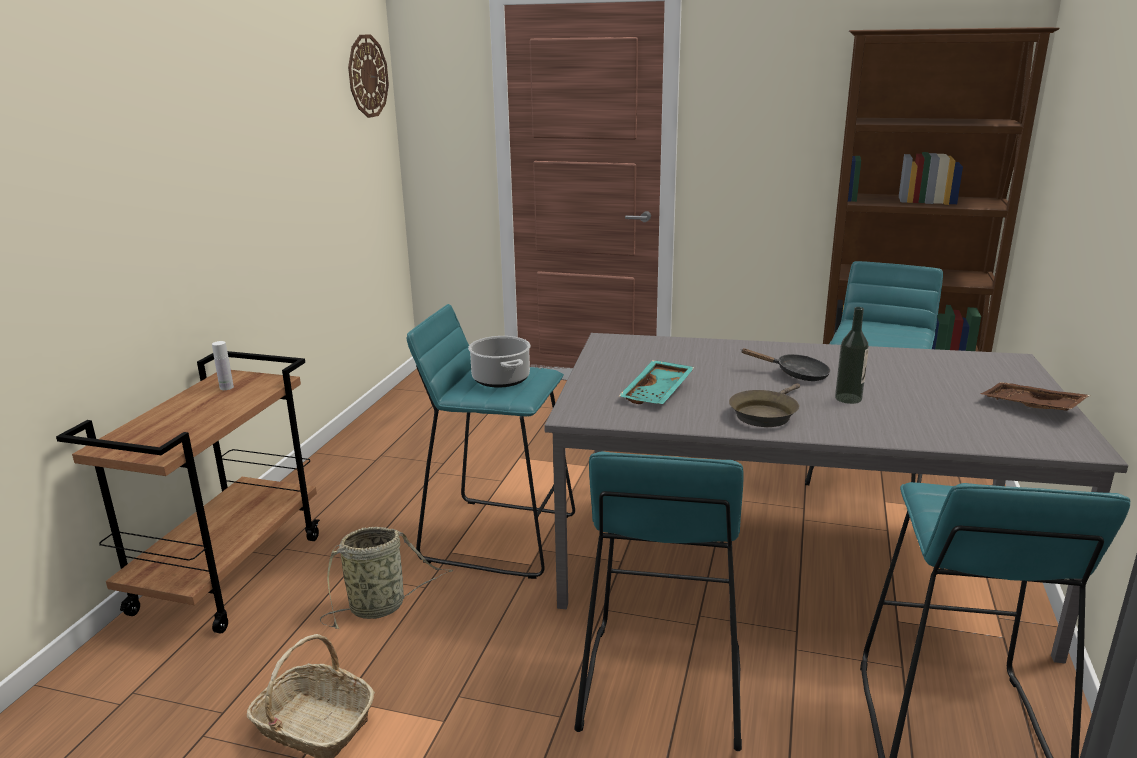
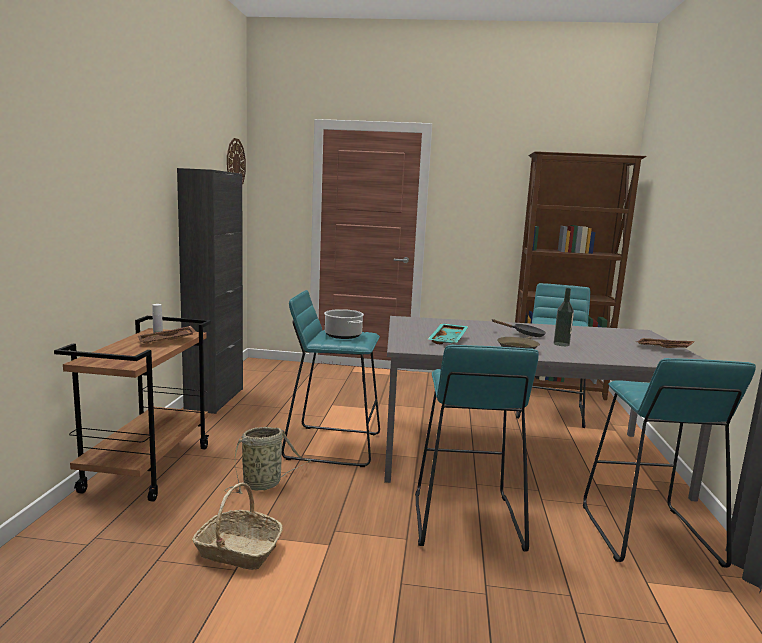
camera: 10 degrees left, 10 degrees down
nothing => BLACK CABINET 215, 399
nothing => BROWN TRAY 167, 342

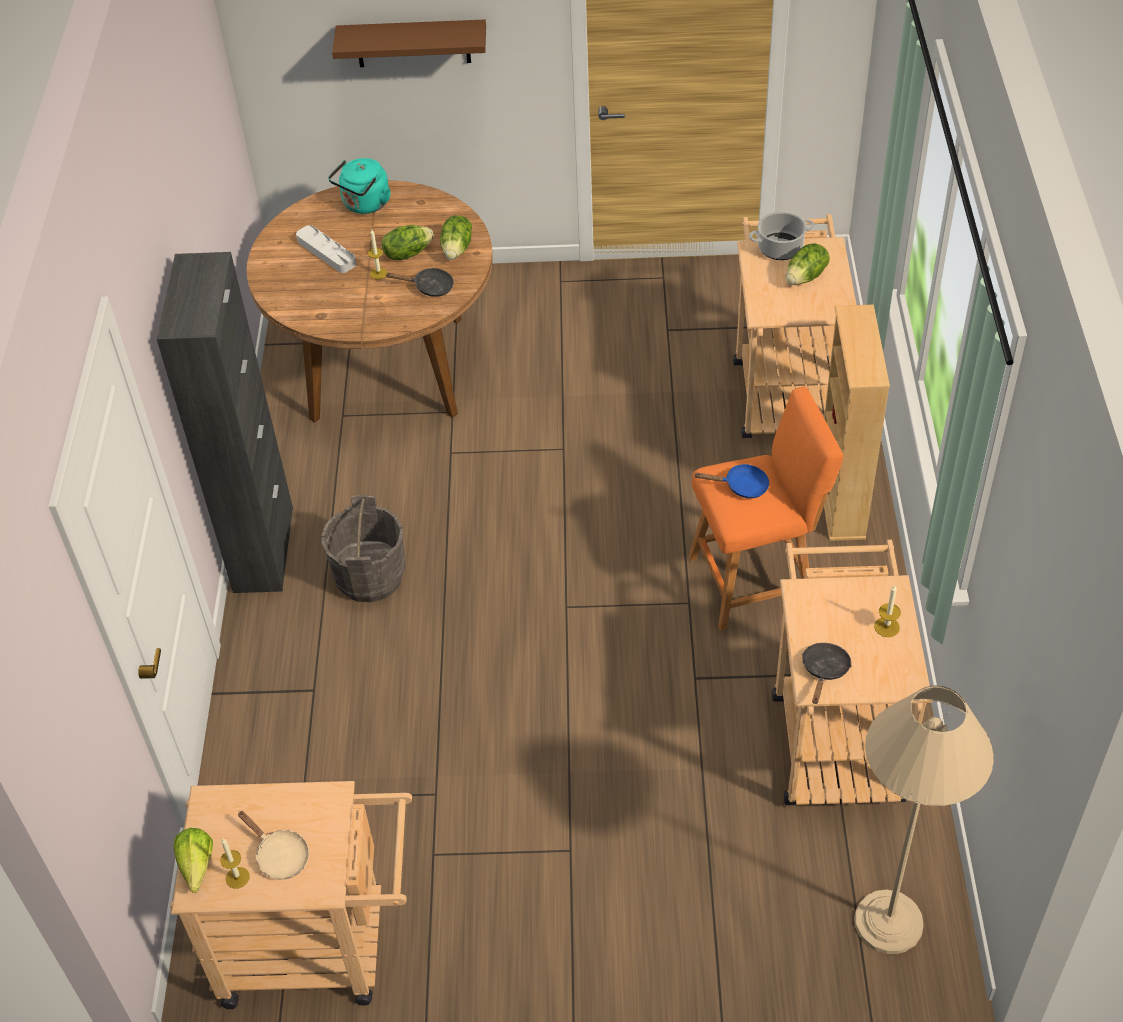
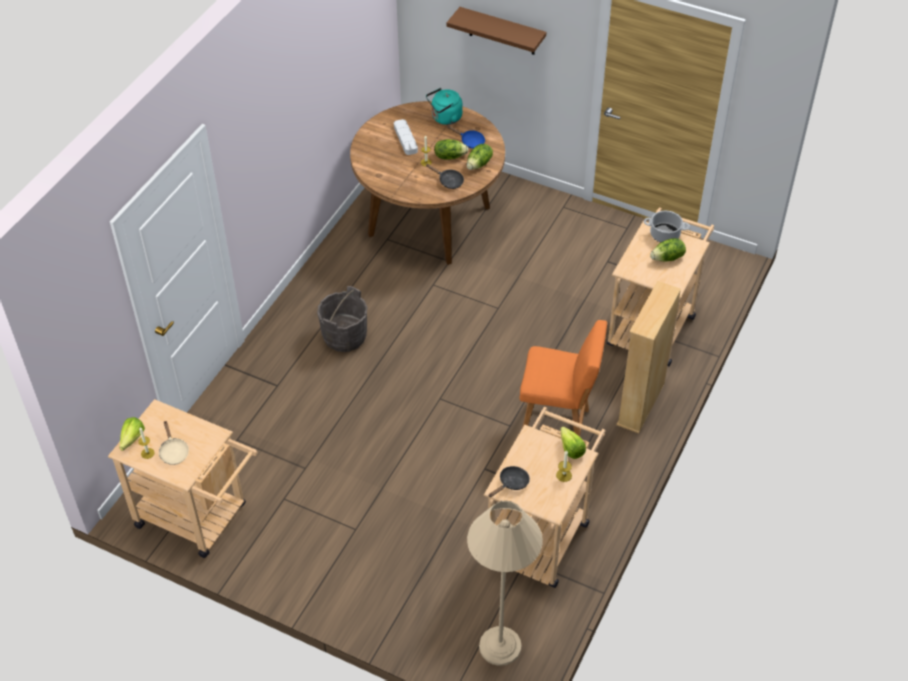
camera: 25 degrees right, 0 degrees up
BLACK CABINET 263, 549 => nothing
BLUE FRYING PAN 741, 486 => BLUE FRYING PAN 470, 141, move
nothing => LETTUCE 570, 447

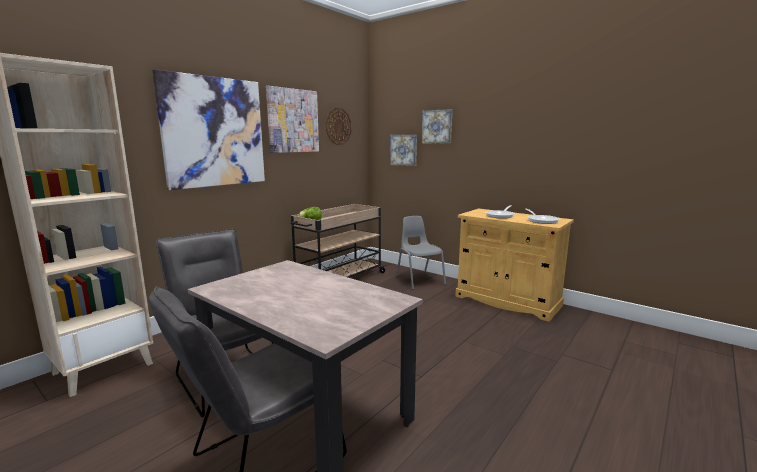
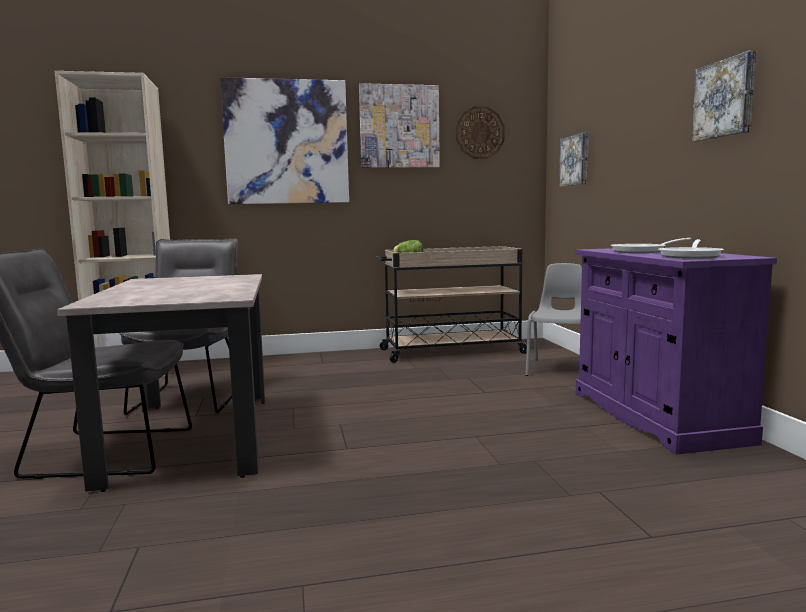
camera: 40 degrees right, 5 degrees down
PICTURE 437, 126 => PICTURE 725, 99, move
BEIGE CABINET 507, 301 => PURPLE CABINET 655, 416

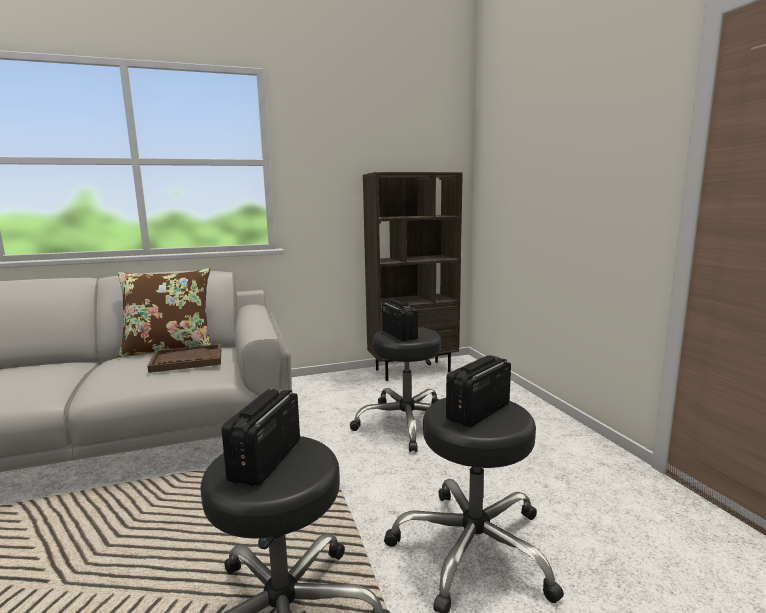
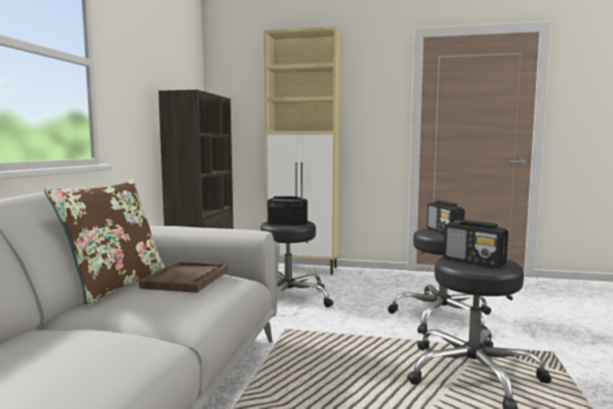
camera: 60 degrees left, 5 degrees down
nothing => BEIGE CABINET 304, 269

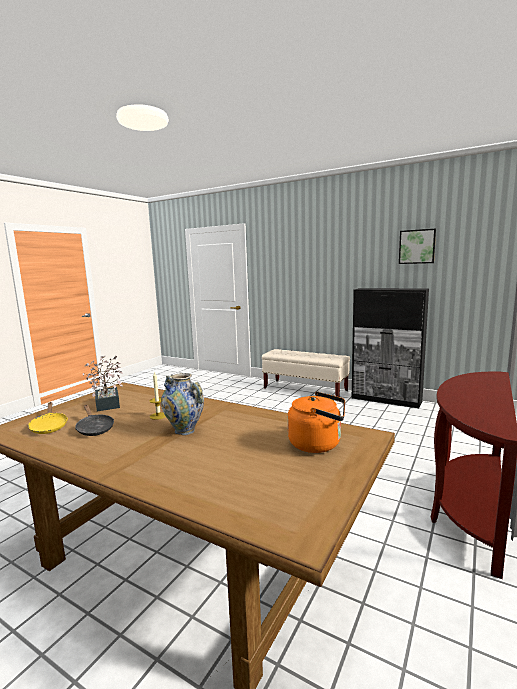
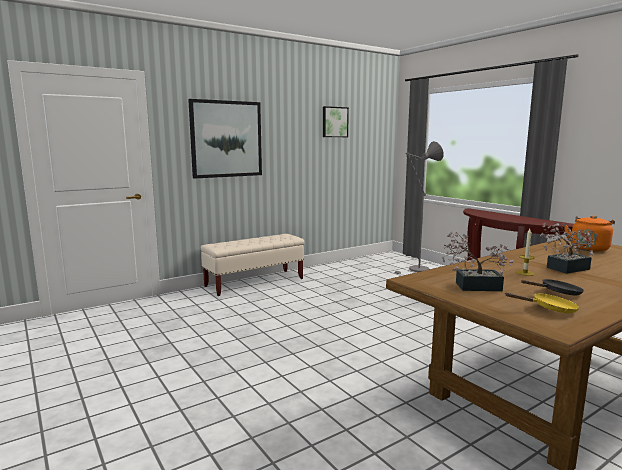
camera: 65 degrees left, 0 degrees up
BLACK CABINET 386, 400 => nothing
VASE 185, 430 => POTTED PLANT 564, 269
nothing => PICTURE 226, 139
nothing => GREY FLOOR LAMP 416, 270

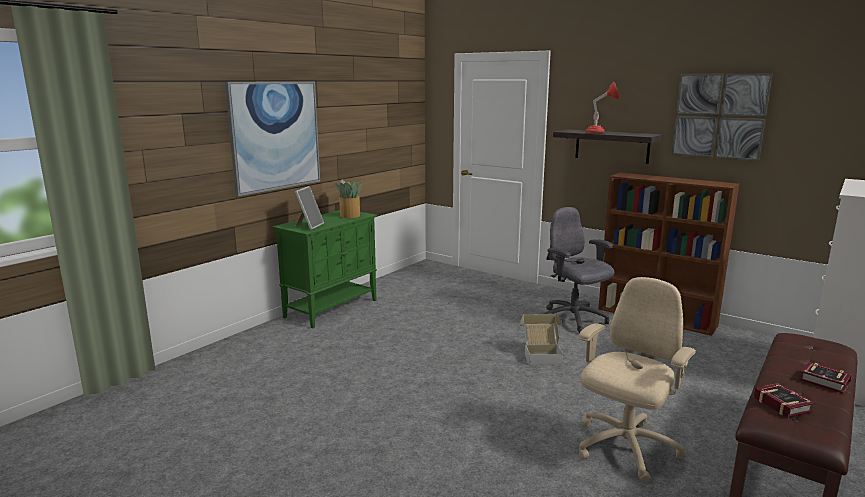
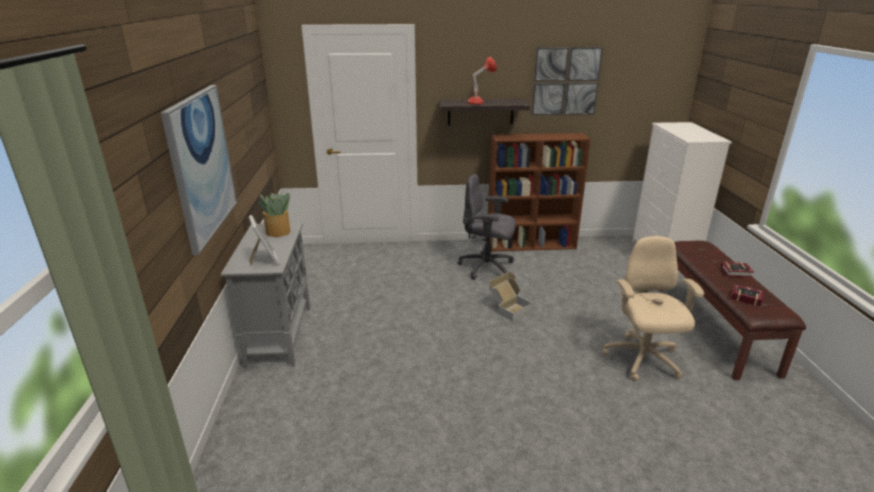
camera: 40 degrees left, 10 degrees up
GREEN CABINET 332, 308 => GREY CABINET 279, 335

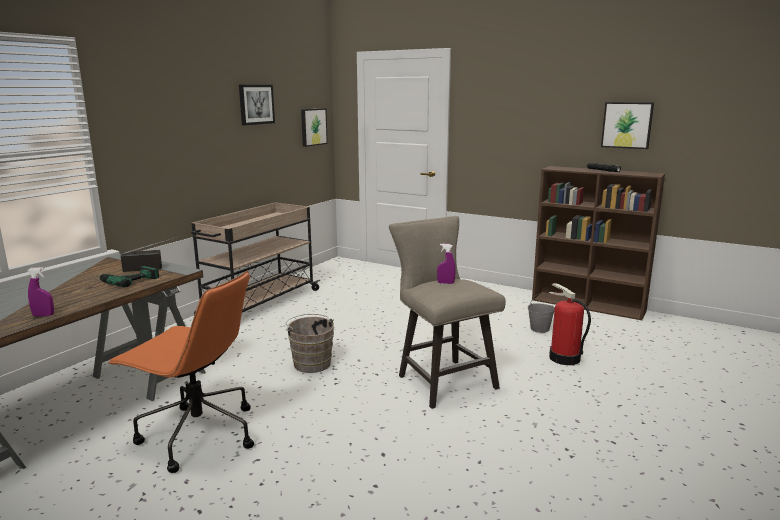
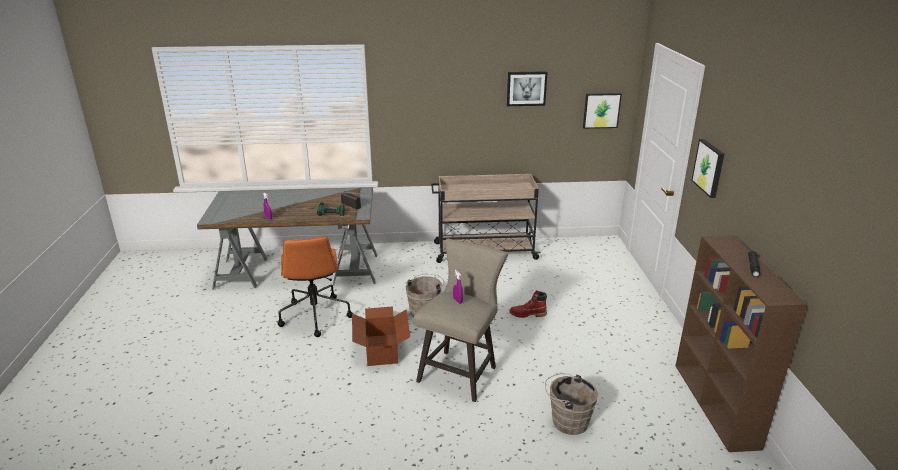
camera: 55 degrees right, 10 degrees up
PICTURE 627, 125 => PICTURE 709, 167, move
FIRE EXTINGUISHER 564, 358 => BROWN BUCKET 567, 421
GREY BUCKET 540, 329 => nothing
nothing => RED BOOT 527, 314
nothing => CARDBOARD BOX 382, 349

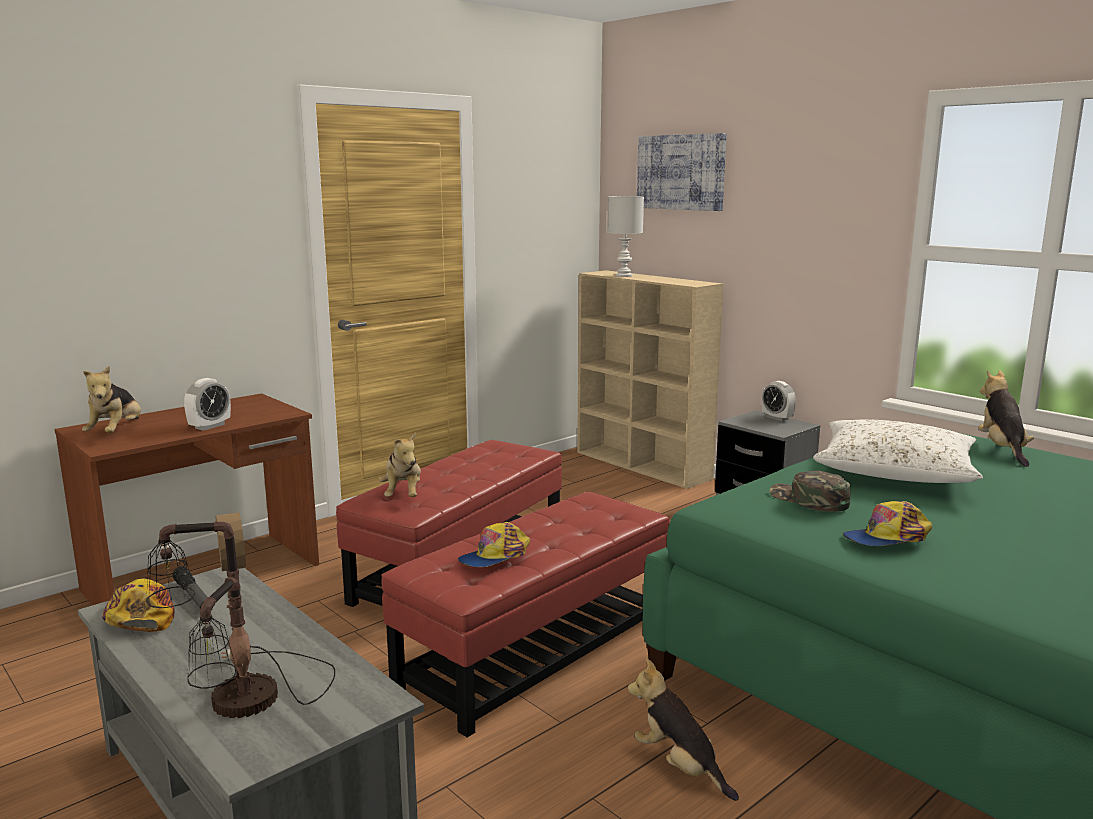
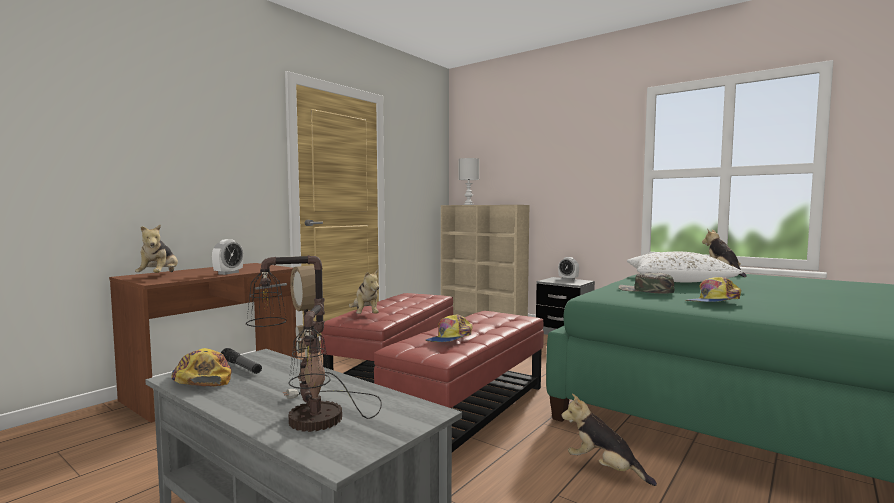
camera: 10 degrees left, 10 degrees down
PICTURE 681, 172 => nothing

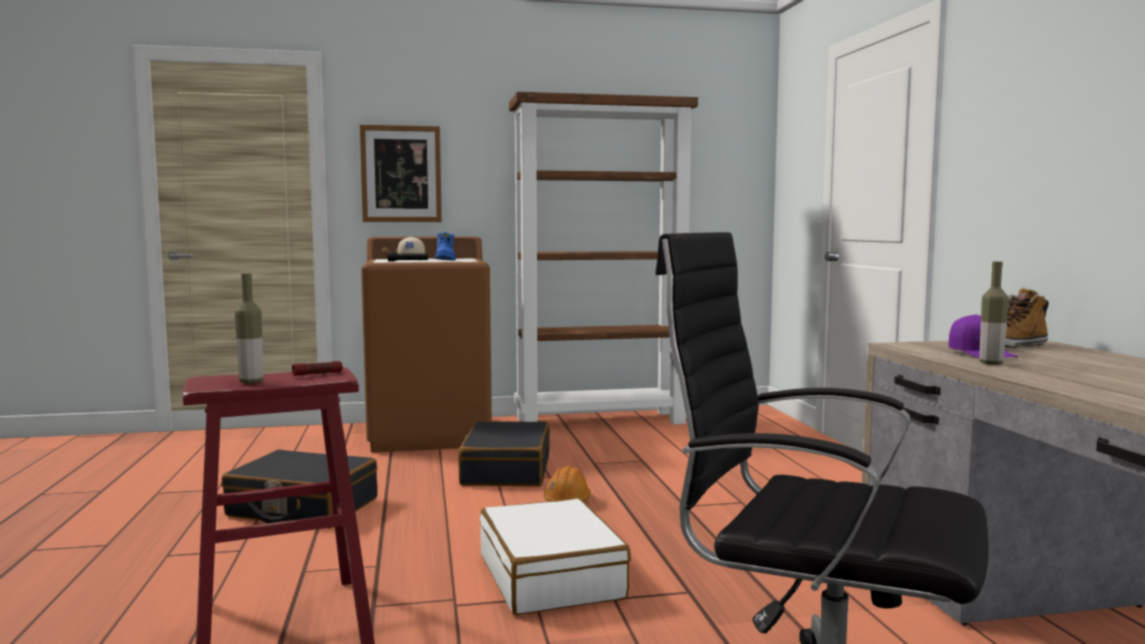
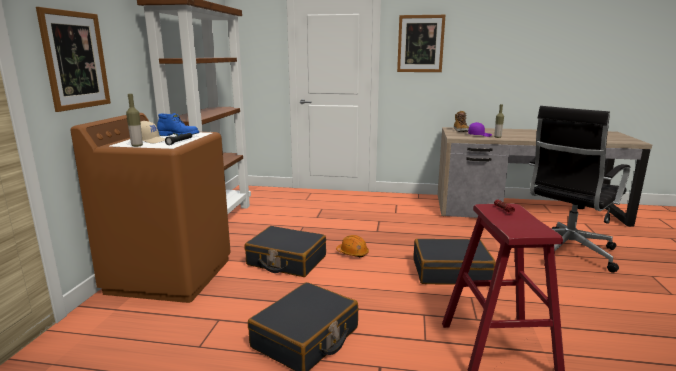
camera: 70 degrees left, 10 degrees up
BOTTLE 251, 382 => BOTTLE 137, 146, move
WHITE SUITCASE 551, 577 => BLACK SUITCASE 450, 271
nothing => PICTURE 420, 44

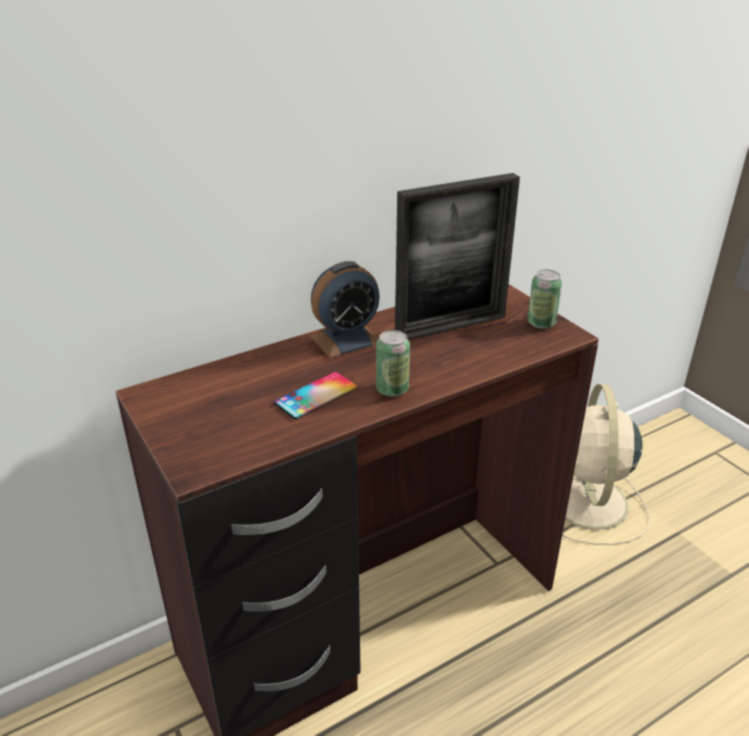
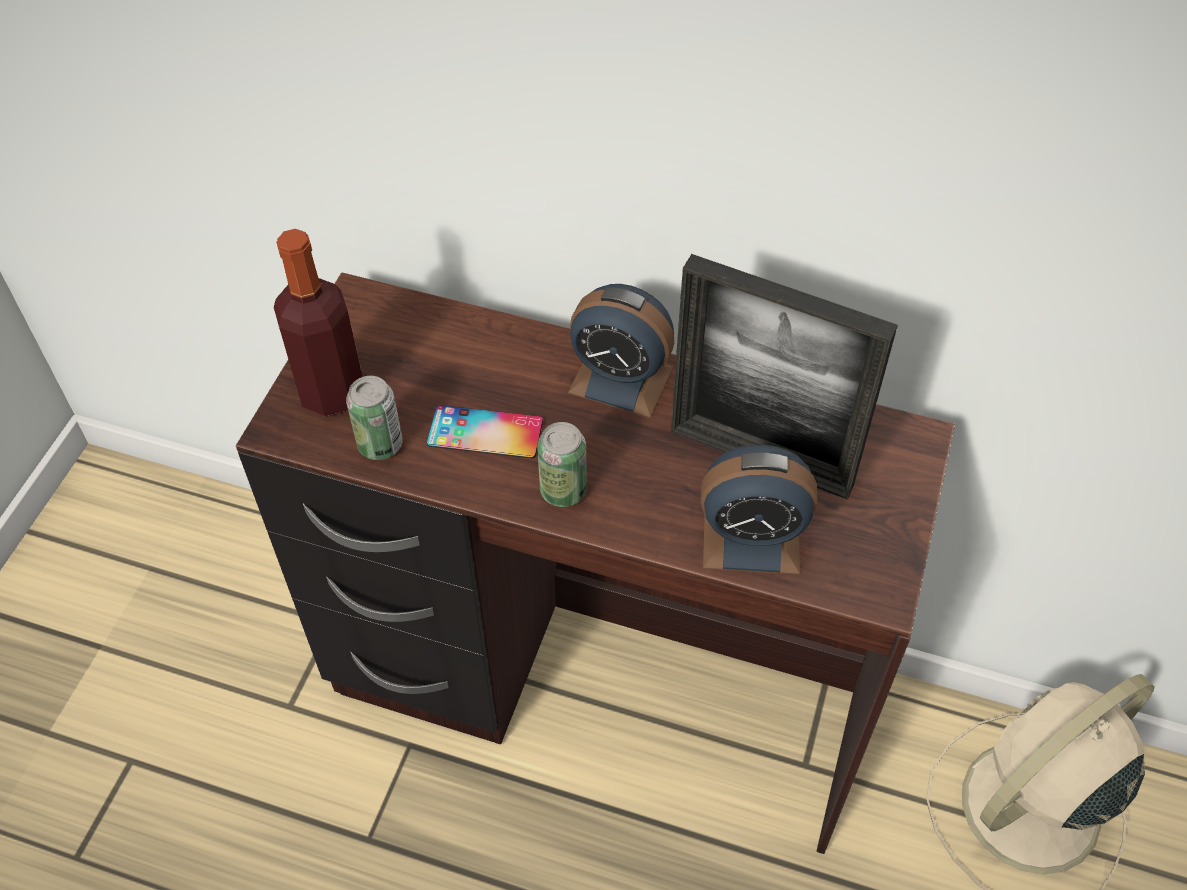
camera: 50 degrees right, 20 degrees up
CAN 541, 323 => CAN 380, 444, move
nothing => BOTTLE 332, 392
nothing => ALARM CLOCK 751, 539

